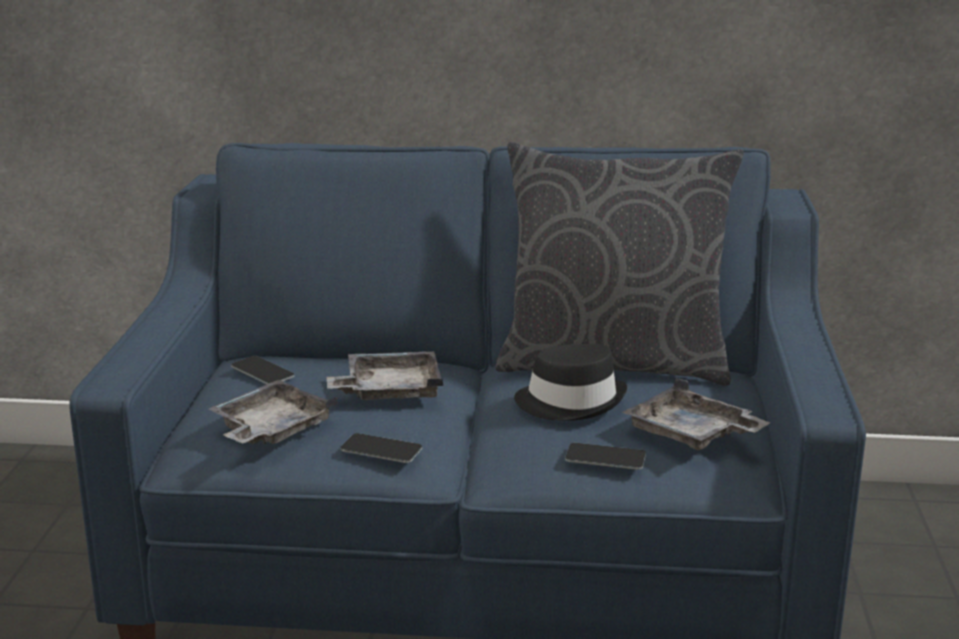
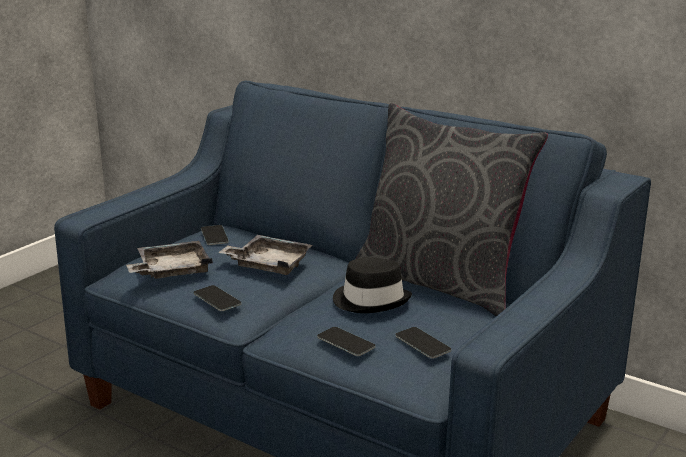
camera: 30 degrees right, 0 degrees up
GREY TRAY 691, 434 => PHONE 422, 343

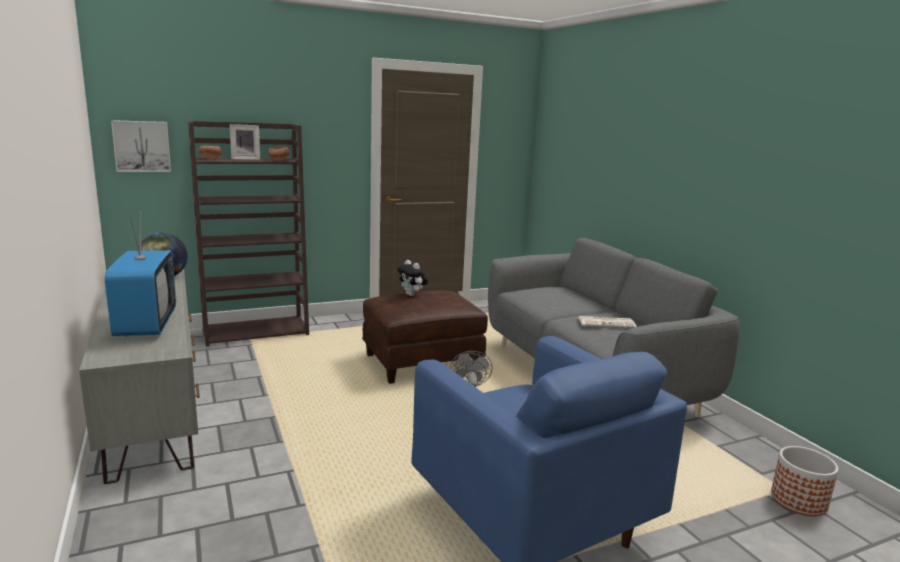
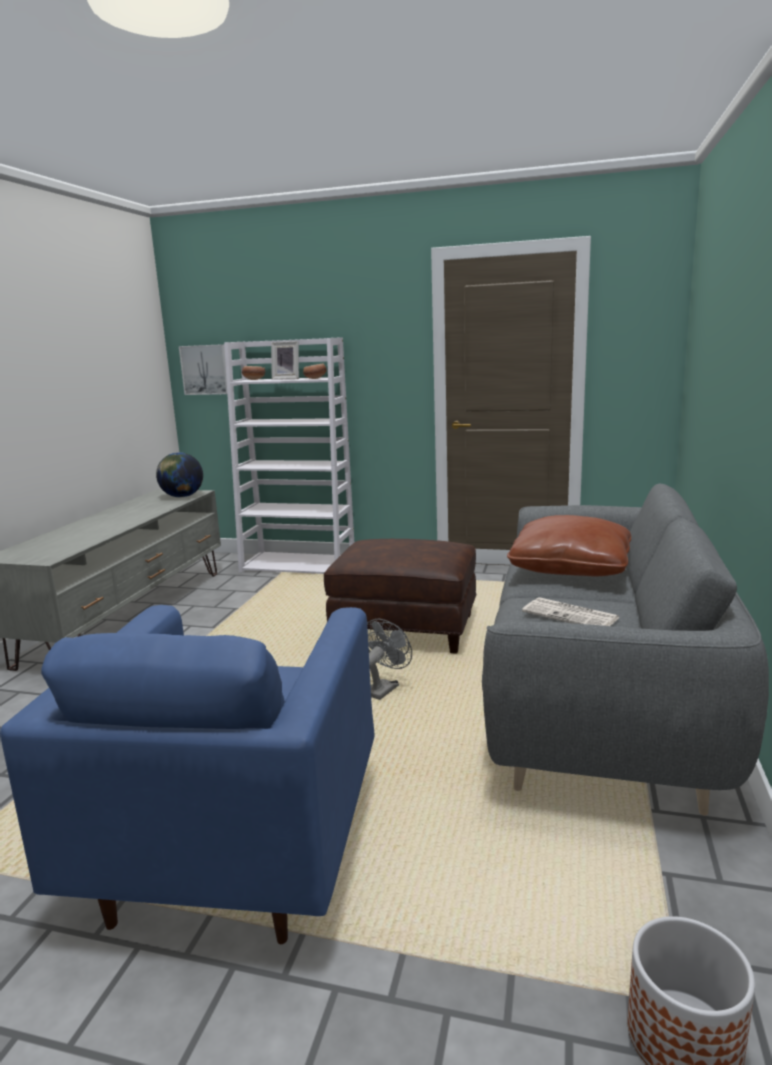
camera: 40 degrees right, 0 degrees up
BROWN BOOKCASE 256, 331 => WHITE BOOKCASE 299, 565
TELEVISION 146, 325 => nothing
PLUSH TOY 412, 295 => nothing
nothing => BROWN PILLOW 570, 568

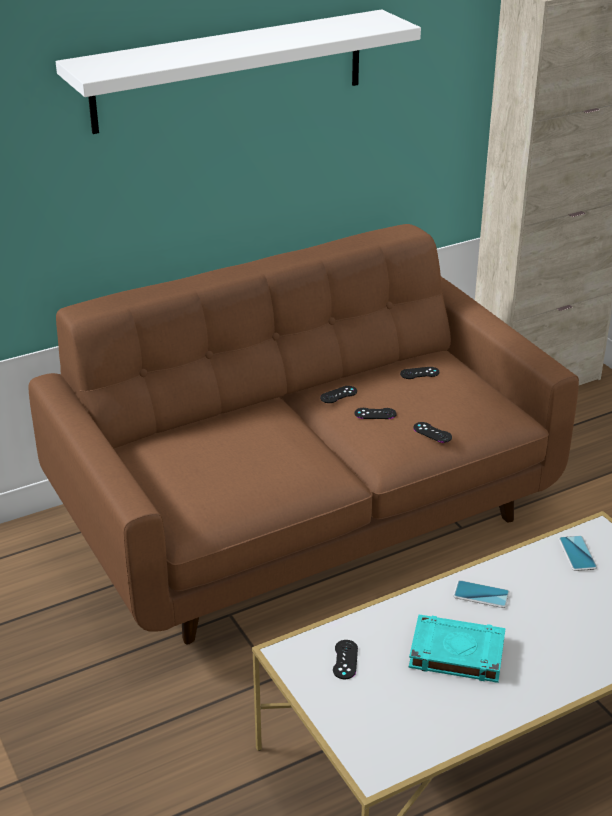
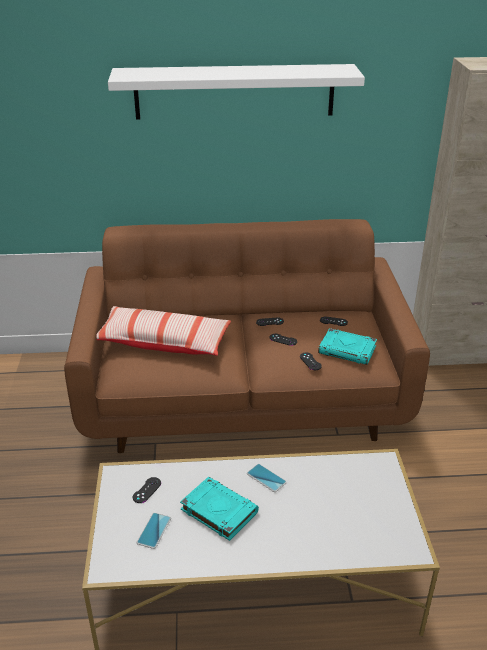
camera: 25 degrees right, 0 degrees up
PHONE 577, 554 => PHONE 154, 531, move
nothing => PILLOW 163, 342
nothing => TURQUOISE BOOK 348, 350

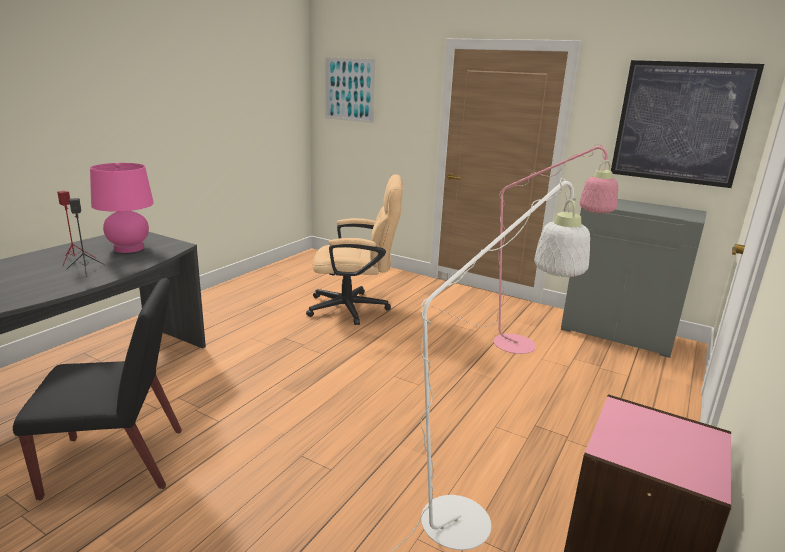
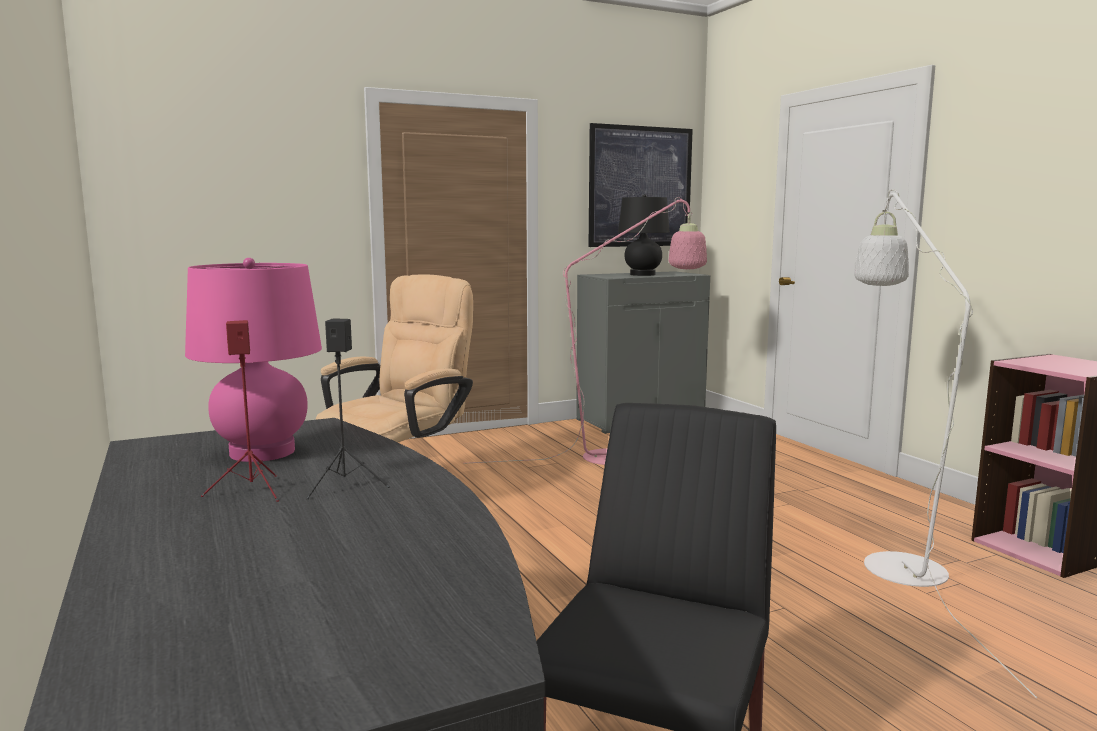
camera: 55 degrees left, 10 degrees down
PICTURE 349, 90 => nothing
nothing => BLACK TABLE LAMP 642, 274

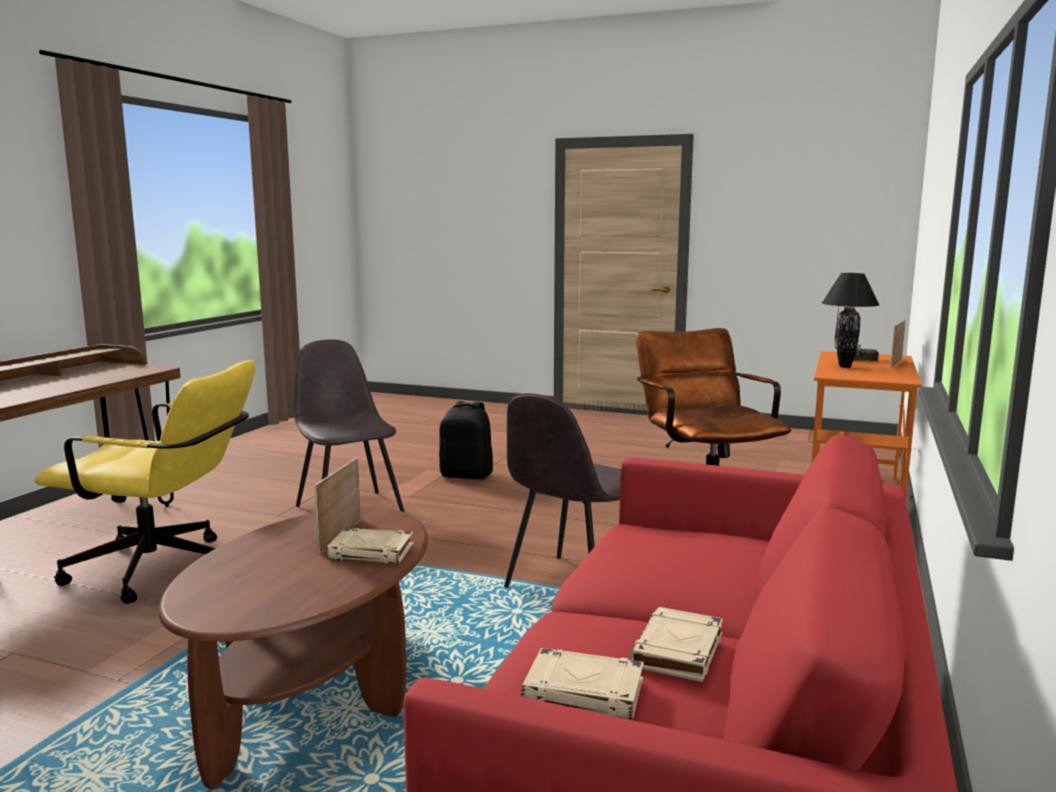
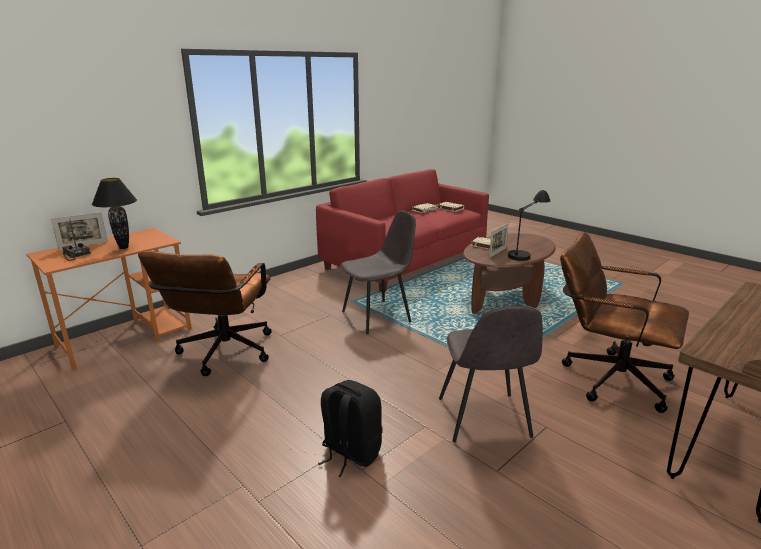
camera: 155 degrees left, 10 degrees up
YELLOW OFFICE CHAIR 165, 570 => BROWN OFFICE CHAIR 607, 377
nothing => BLACK TABLE LAMP 526, 251

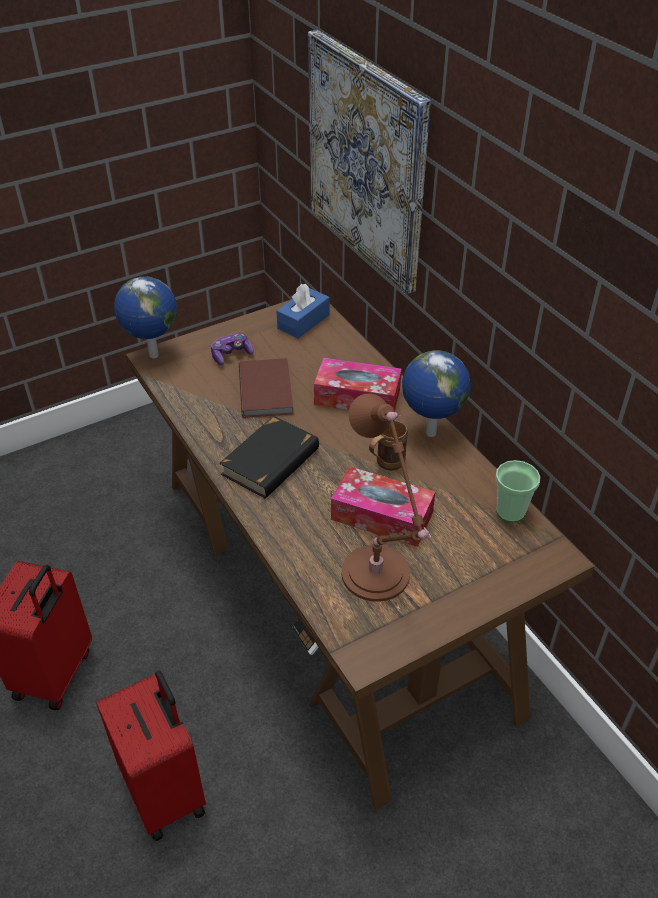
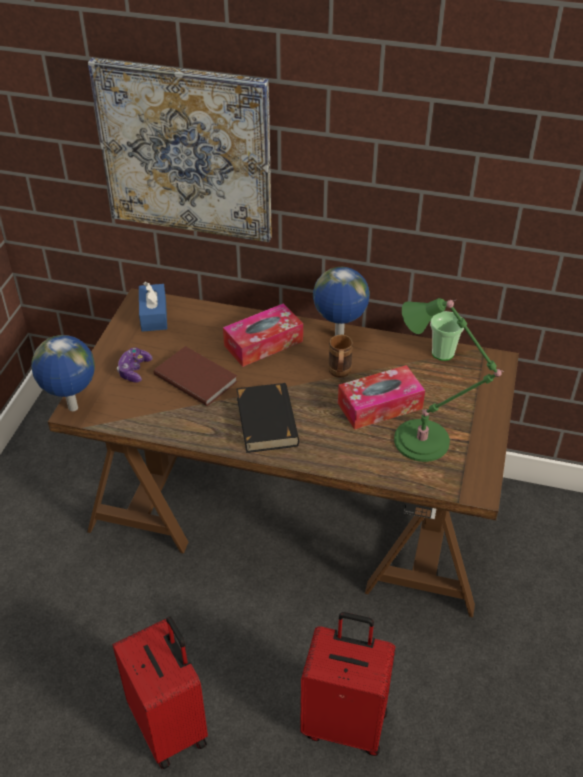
camera: 45 degrees left, 0 degrees up
BROWN TABLE LAMP 378, 578 => GREEN TABLE LAMP 426, 442

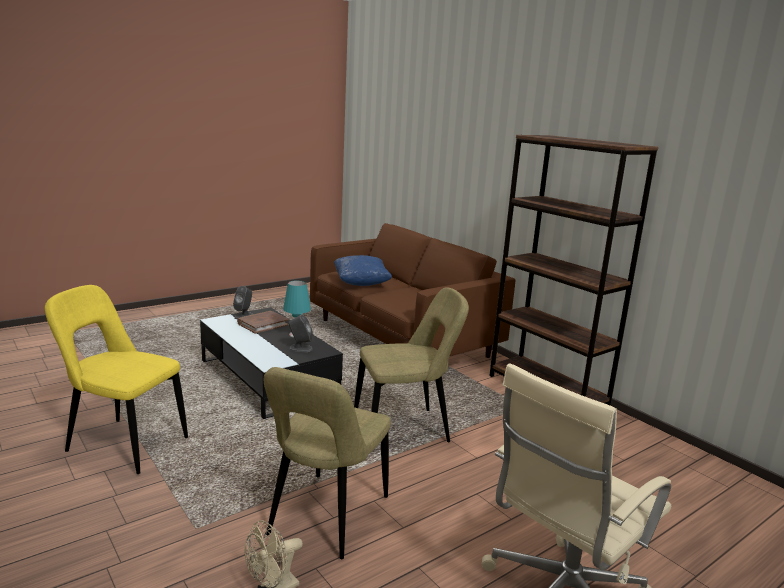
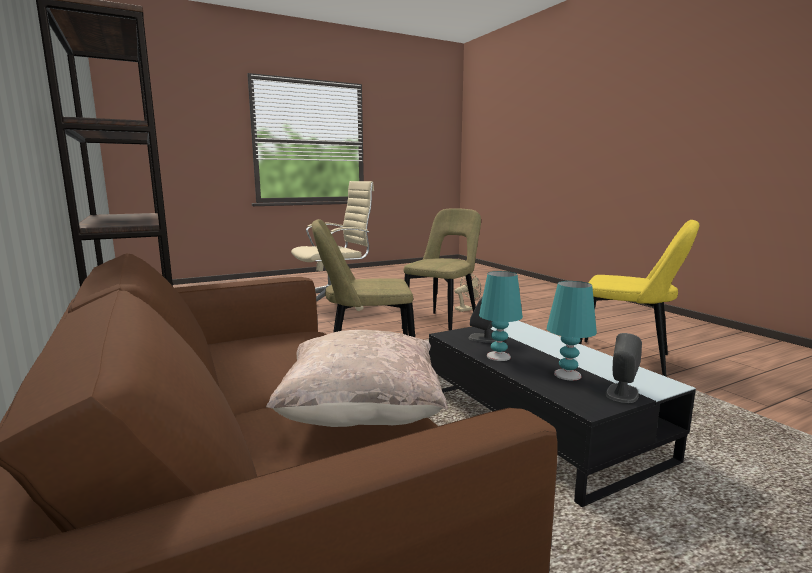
camera: 170 degrees left, 5 degrees down
BLUE PILLOW 361, 283 => BEIGE PILLOW 362, 414
BROWN BOOK 263, 324 => TURQUOISE TABLE LAMP 567, 375

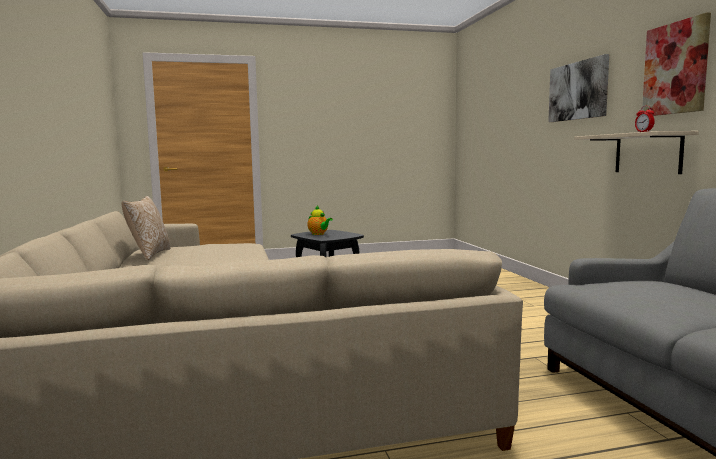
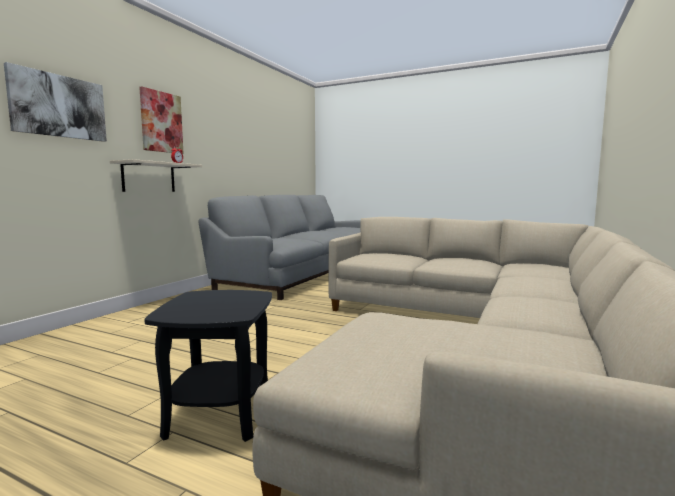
camera: 140 degrees left, 0 degrees up
PILLOW 149, 255 => nothing
TEAPOT 319, 234 => nothing

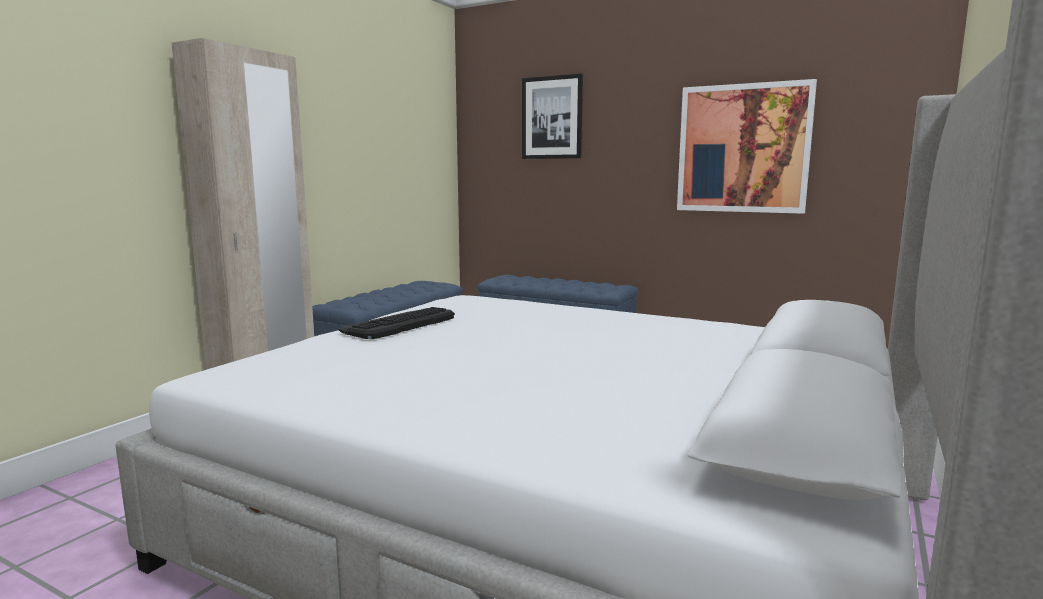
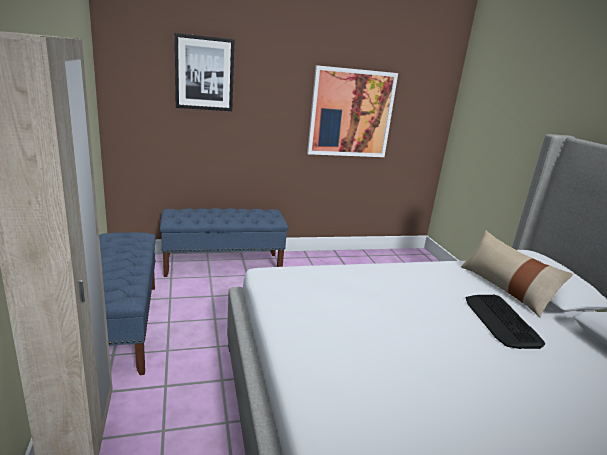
camera: 45 degrees left, 10 degrees up
KEYBOARD 398, 324 => KEYBOARD 501, 321, move
nothing => BEIGE PILLOW 505, 288

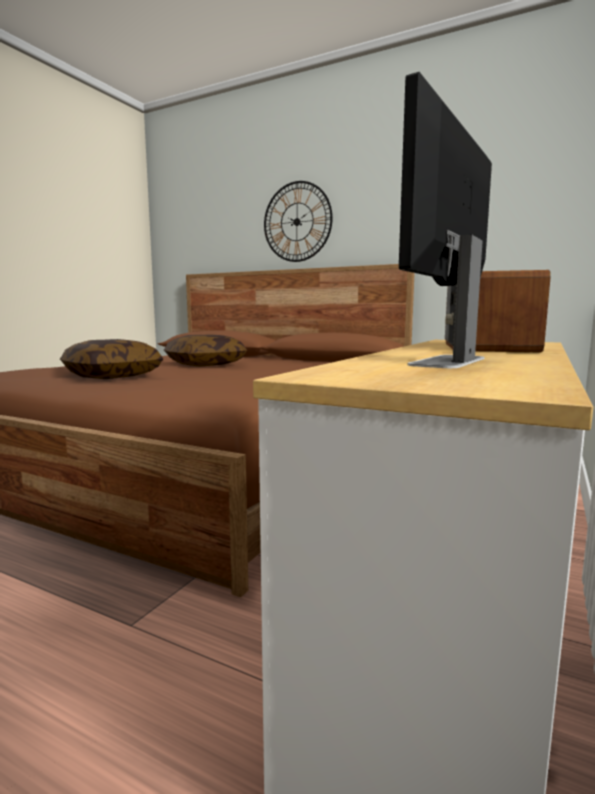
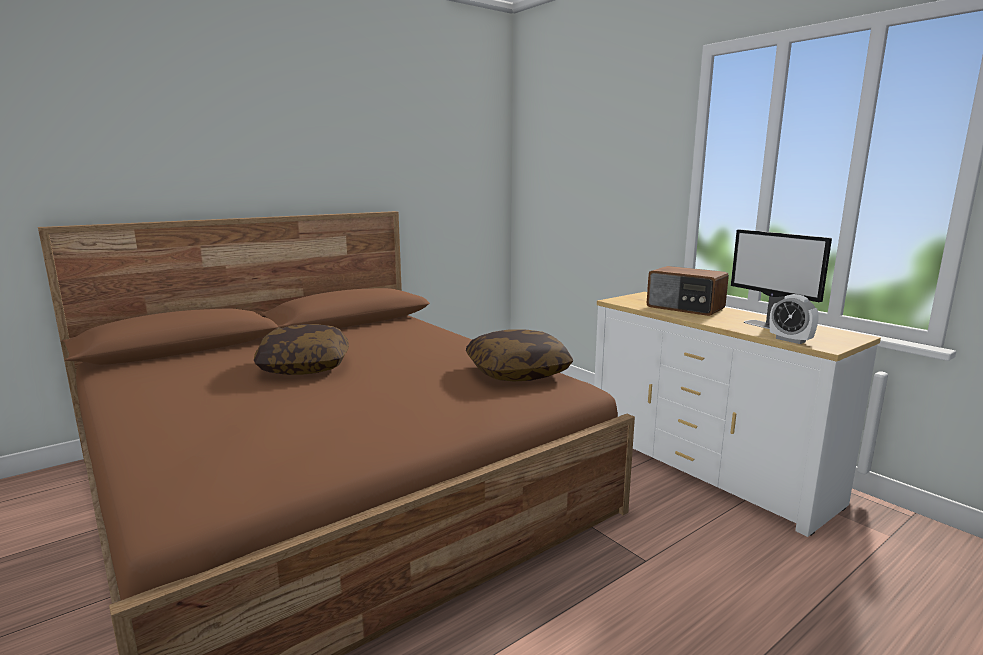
camera: 65 degrees left, 5 degrees up
WALL CLOCK 297, 222 => nothing
PILLOW 113, 376 => PILLOW 518, 372, move
nothing => ALARM CLOCK 790, 340

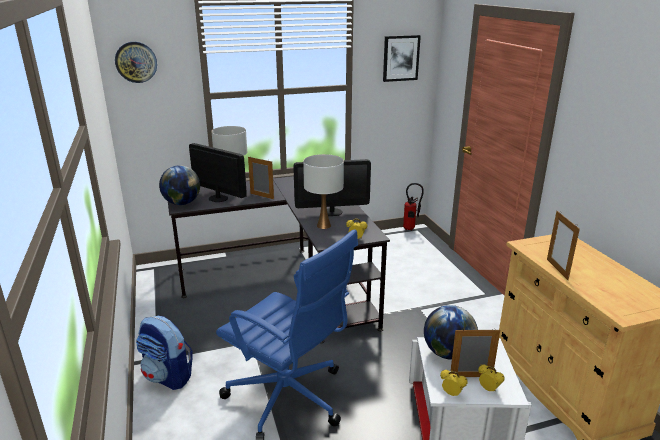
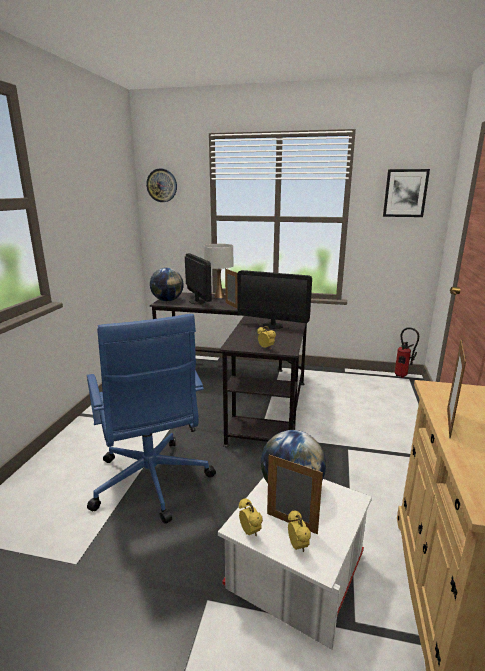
camera: 30 degrees right, 5 degrees down
WHITE TABLE LAMP 324, 225 => nothing
BACKPACK 168, 376 => nothing

